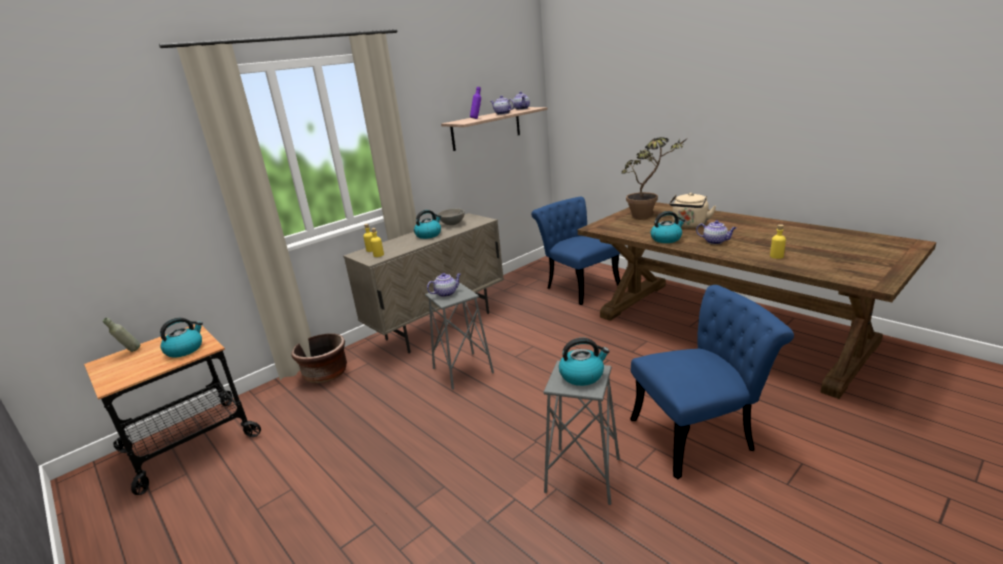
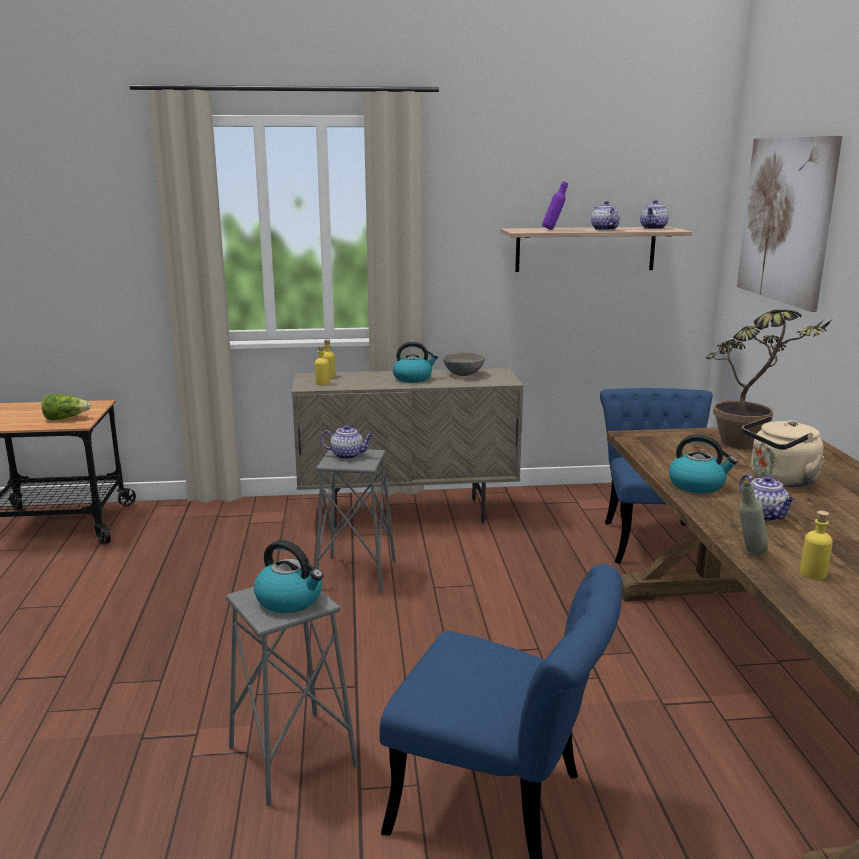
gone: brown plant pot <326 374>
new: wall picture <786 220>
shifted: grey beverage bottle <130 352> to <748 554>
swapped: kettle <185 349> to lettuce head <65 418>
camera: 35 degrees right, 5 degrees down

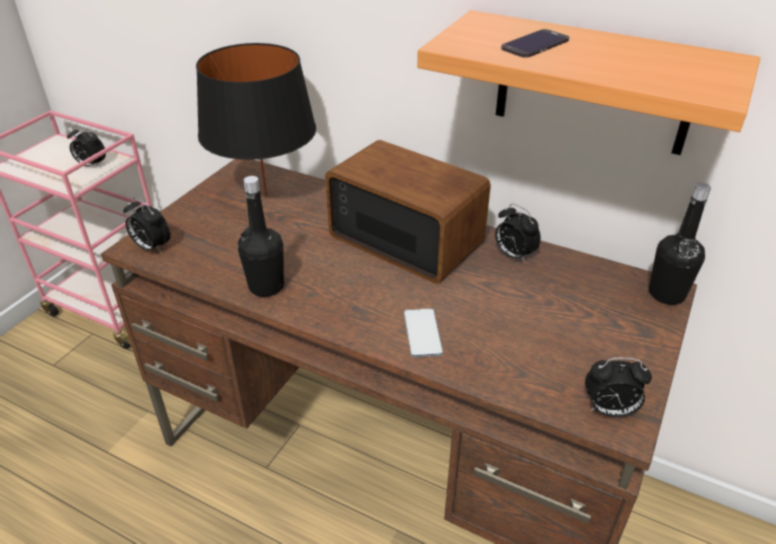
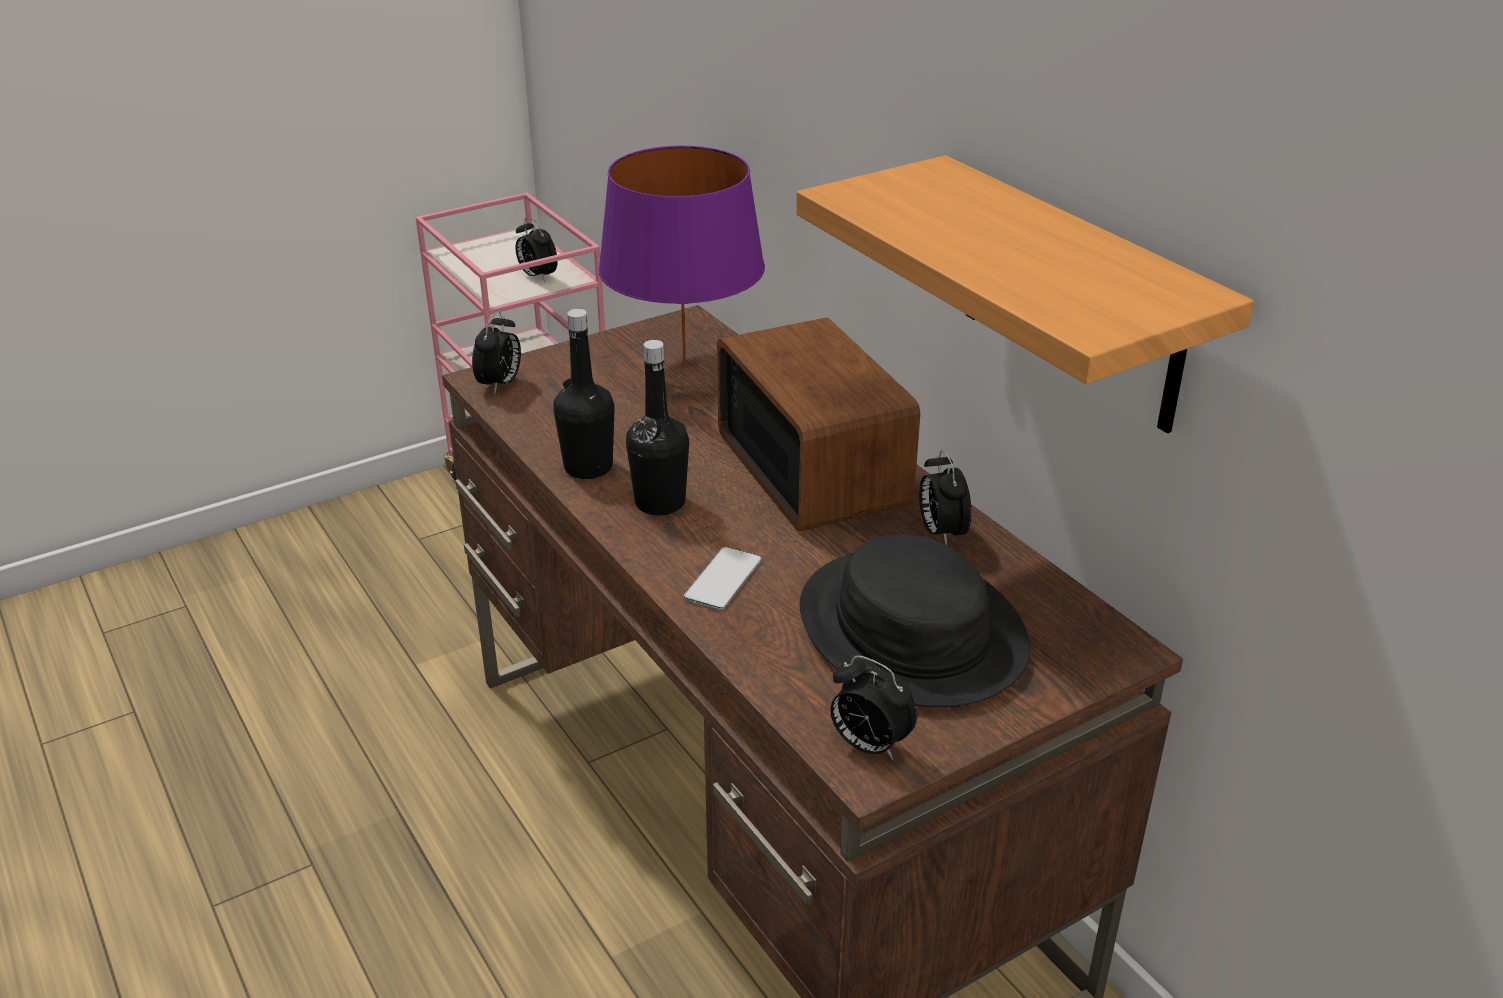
gone: handset <535 44>
new: blackish hat <911 630>
shifted: blackish beverage bottle <666 294> to <660 503>
repainted: blackish tabletop lamp <266 196> to purple-coloured tabletop lamp <684 364>
rotated: bedside clock <151 247> = <500 384> 135 degrees counterclockwise
camera: 30 degrees right, 5 degrees down

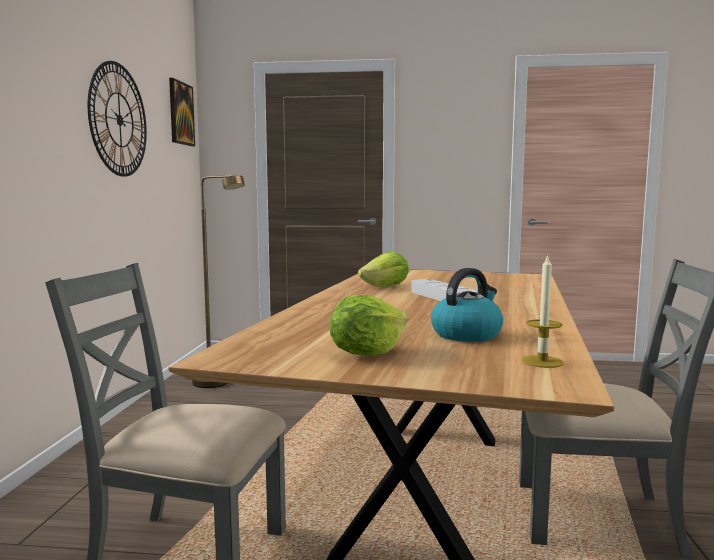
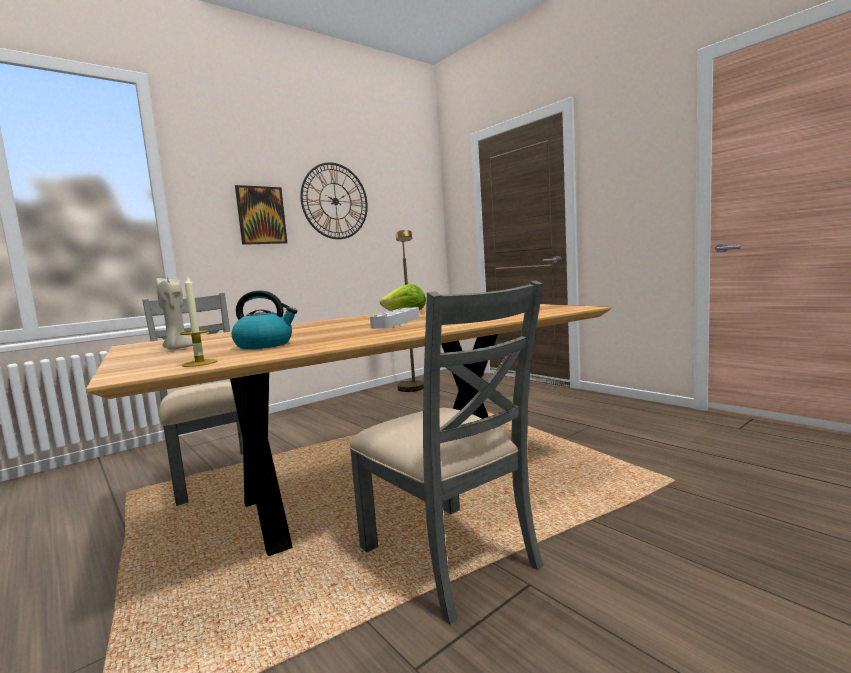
shifted: wall picture <181 113> to <261 215>
swapped: lettuce head <367 353> to beige-coloured candle <177 349>
camera: 45 degrees right, 0 degrees up

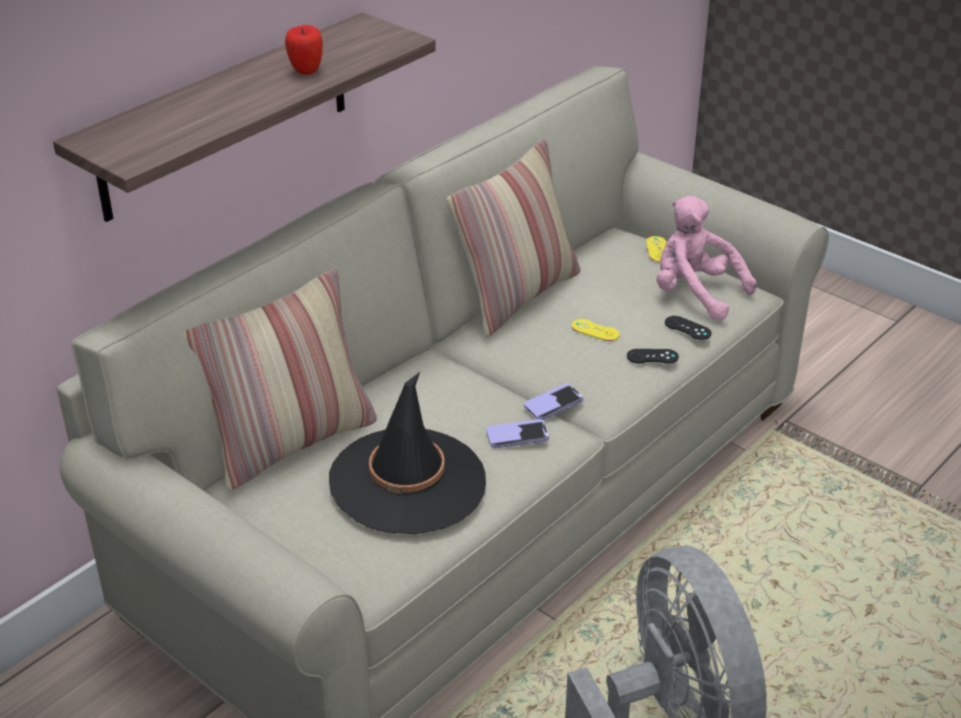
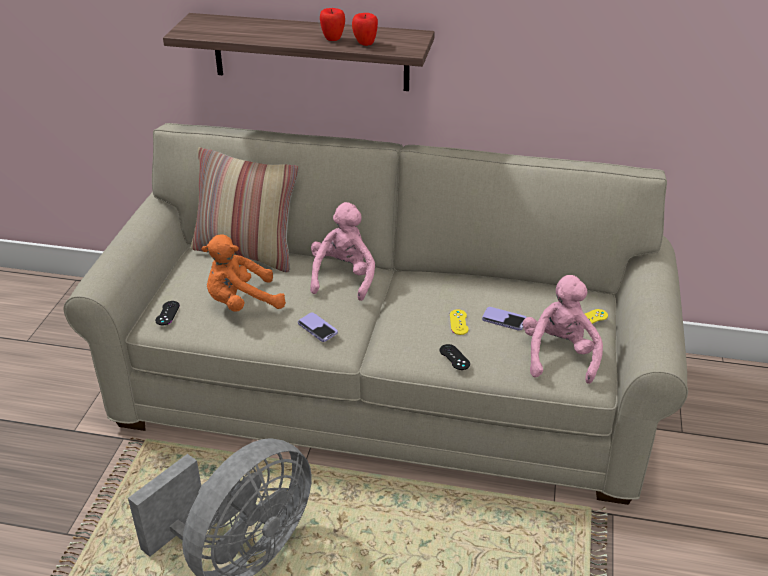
gone: throw pillow <516 296>
new: pinkish cuddly toy <343 277>; apple fruit <365 44>
shifted: blackish joypad <687 328> to <167 313>; handset <553 403> to <504 320>
swapped: blackish hat <408 481> to orange-coloured cuddly toy <242 303>
camera: 60 degrees right, 0 degrees up

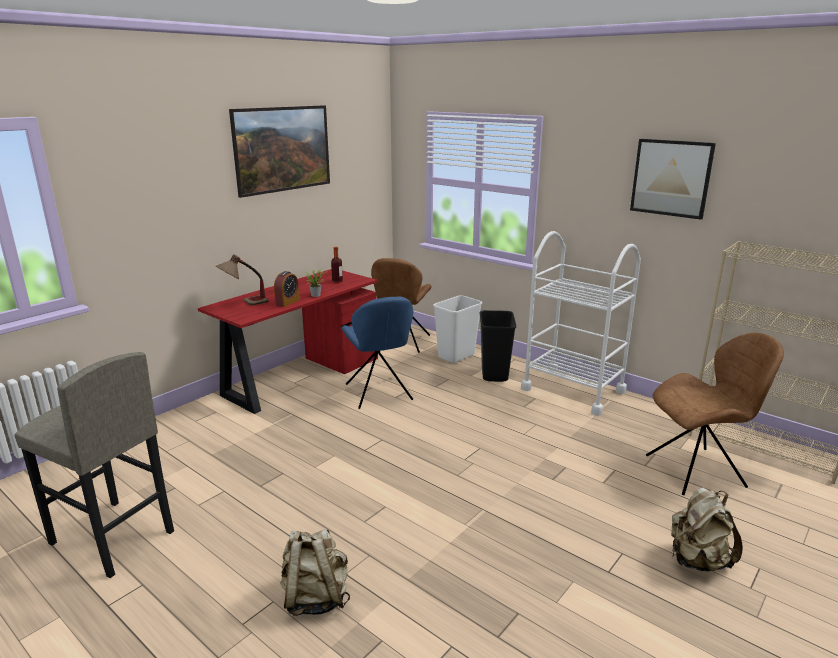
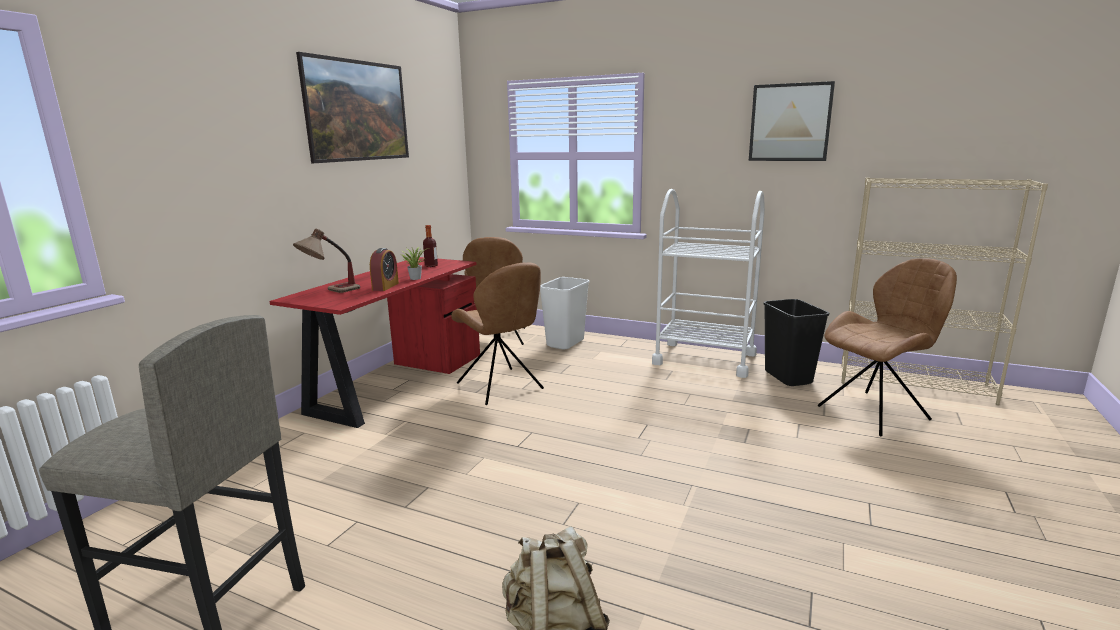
gone: beige-coloured knapsack <697 560>
shifted: blackish rubbish bin <495 374> to <789 378>
repainted: bluish plain chair <379 393> to brown plain chair <501 387>
camera: 15 degrees left, 5 degrees down

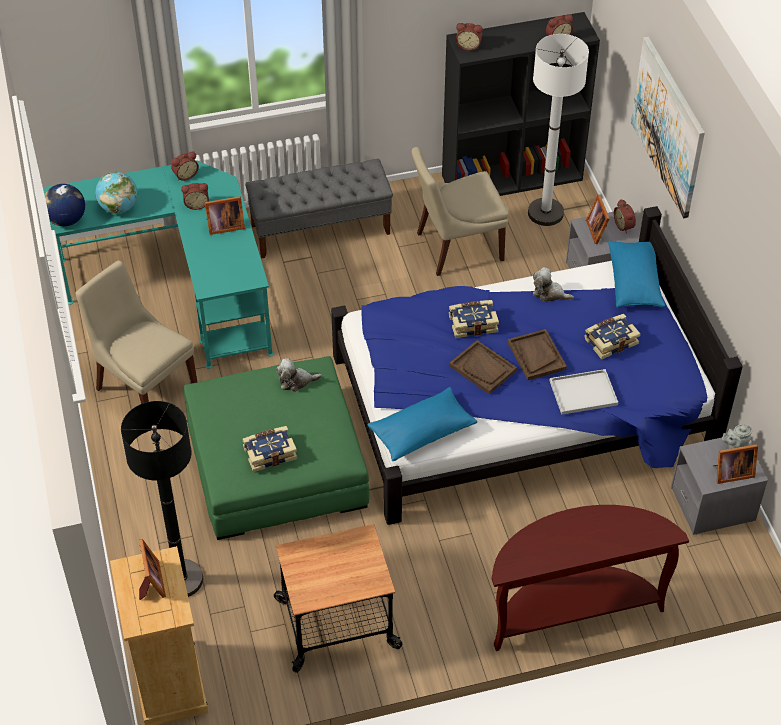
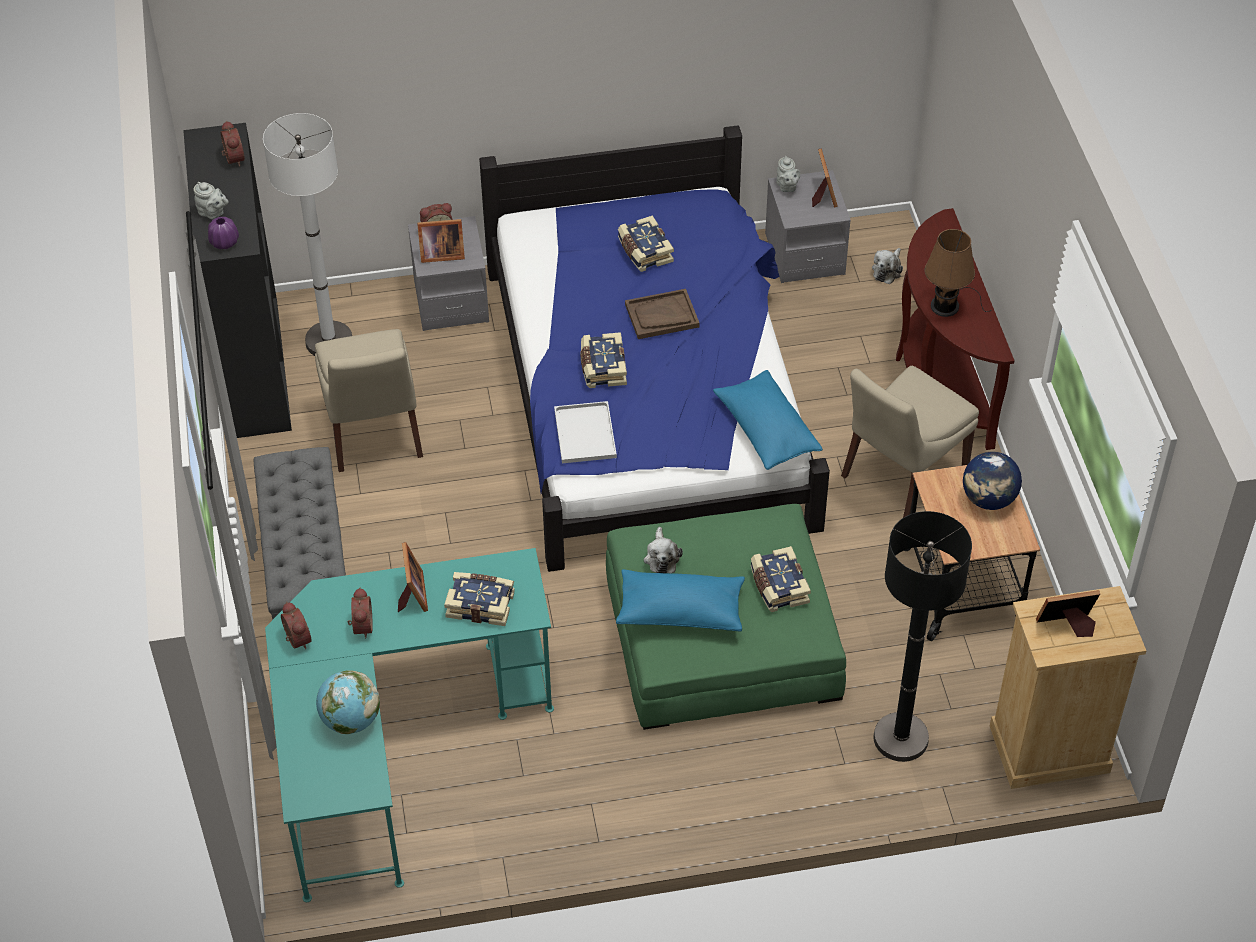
gone: brown carrying tray <483 368>; wall picture <668 126>
new: grey tea pot <213 213>; book <480 604>; brown tabletop lamp <948 305>
shifted: whitish carrying tray <582 393> to <586 434>; bluish throw pillow <634 283> to <680 611>; beige-coloured plain chair <144 386> to <901 475>; cuddly toy <549 293> to <887 270>; globe <66 220> to <988 499>
swapped: bedside clock <468 45> to purple-coloured vase <224 242>
camera: 85 degrees left, 0 degrees up

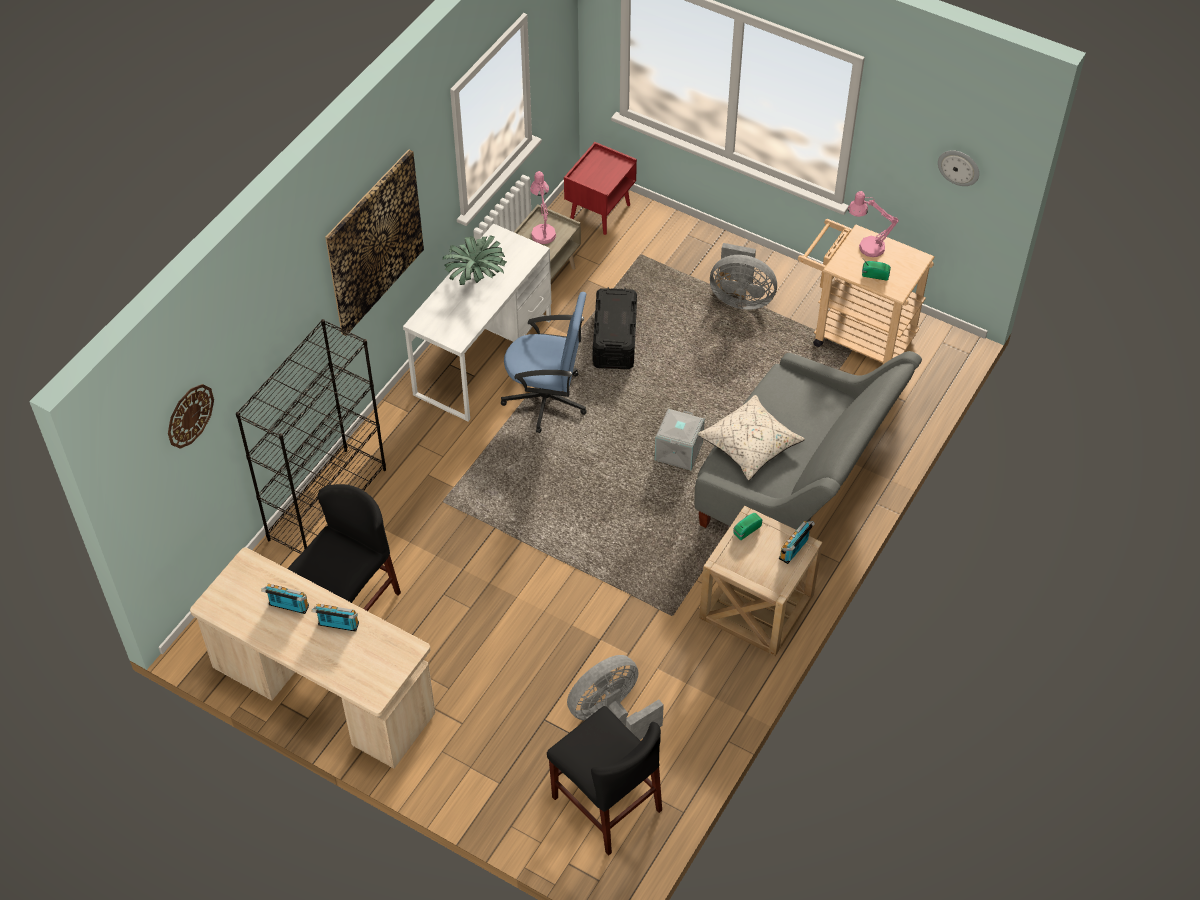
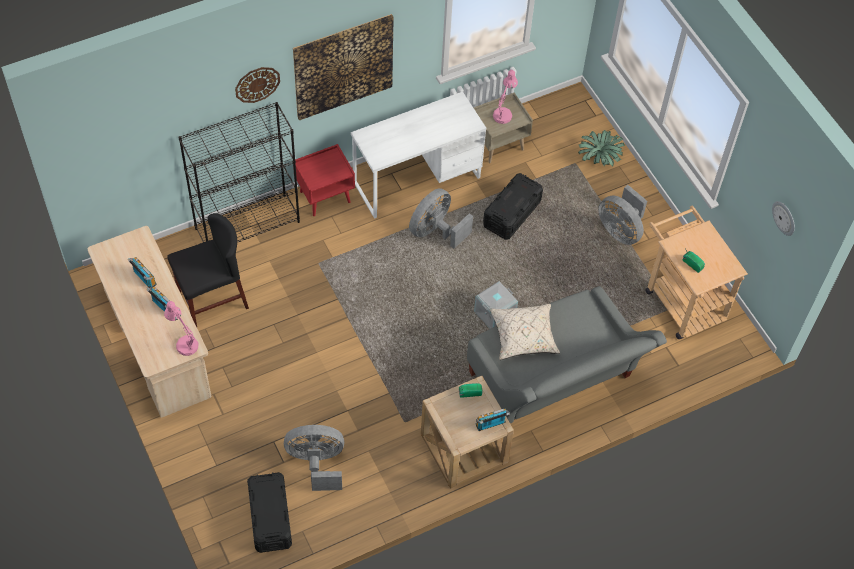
shifted: pinkish tabletop lamp <866 246> to <184 342>; wall clock <189 415> to <257 84>; red nightstand <600 211> to <325 196>; potted plant <476 276> to <599 159>
swapped: blackish plain chair <606 803> to blackish storage bin <270 518>; bluish desk chair <547 399> to grey fan <436 231>
camera: 30 degrees right, 5 degrees up

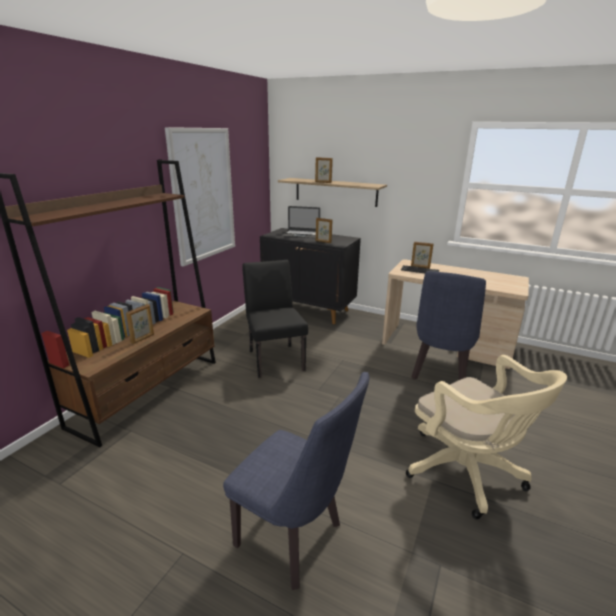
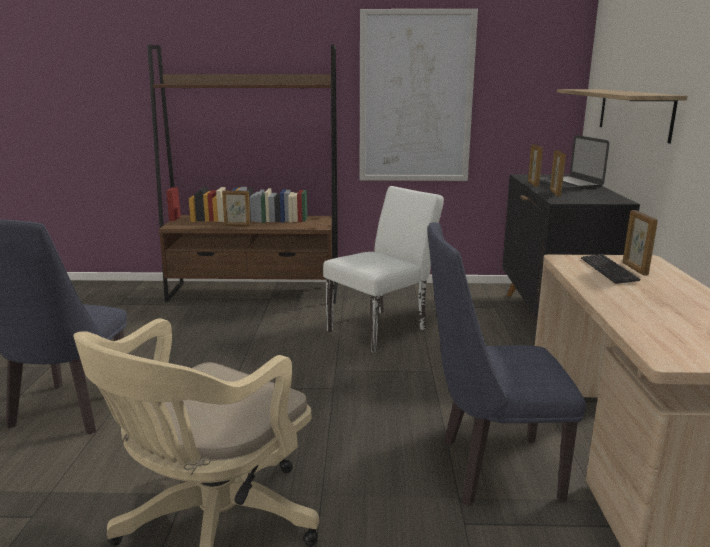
shifted: photo frame <323 182> to <533 184>
repainted: blackish plain chair <275 357> to whitish plain chair <383 328>
camera: 65 degrees right, 5 degrees down

